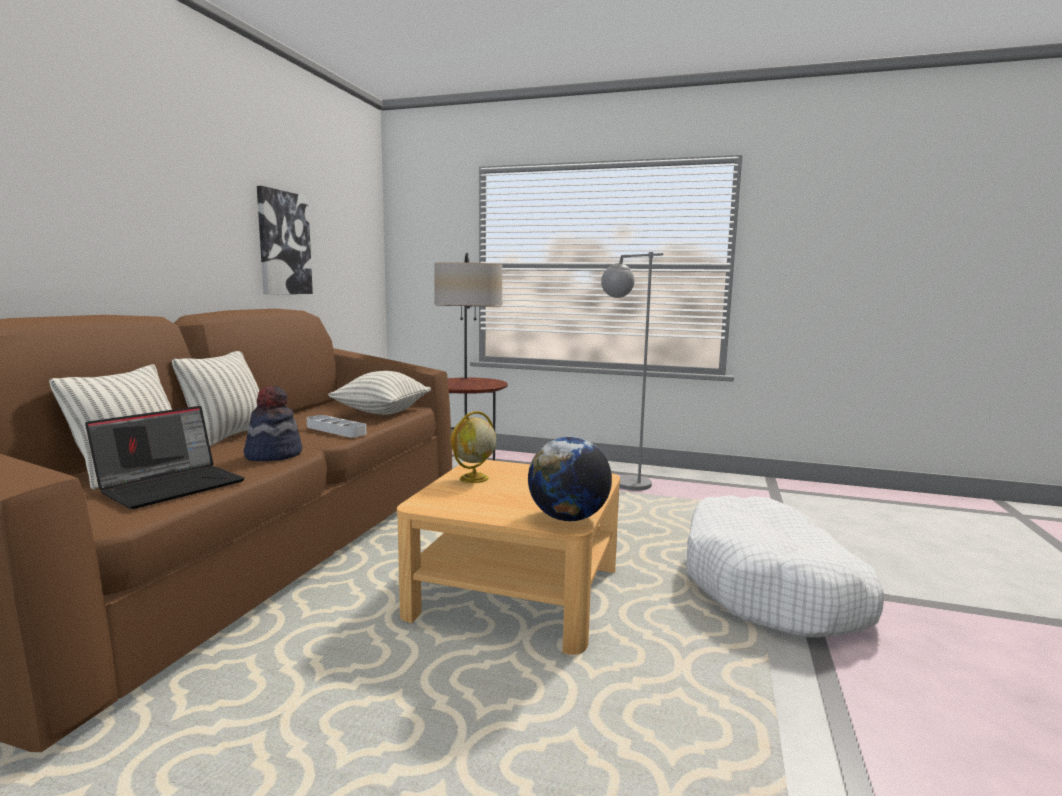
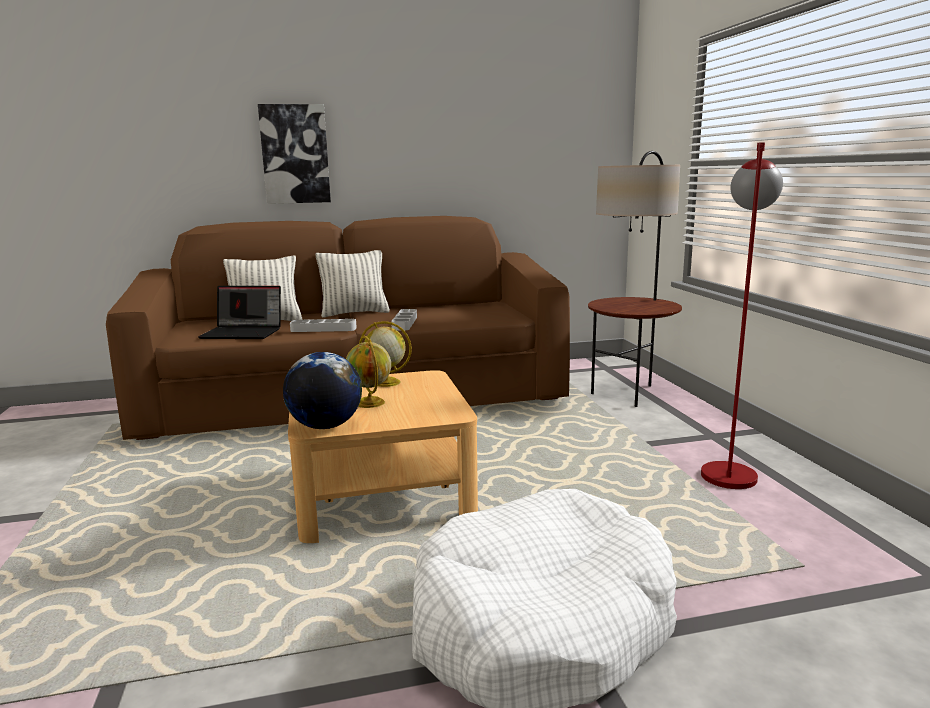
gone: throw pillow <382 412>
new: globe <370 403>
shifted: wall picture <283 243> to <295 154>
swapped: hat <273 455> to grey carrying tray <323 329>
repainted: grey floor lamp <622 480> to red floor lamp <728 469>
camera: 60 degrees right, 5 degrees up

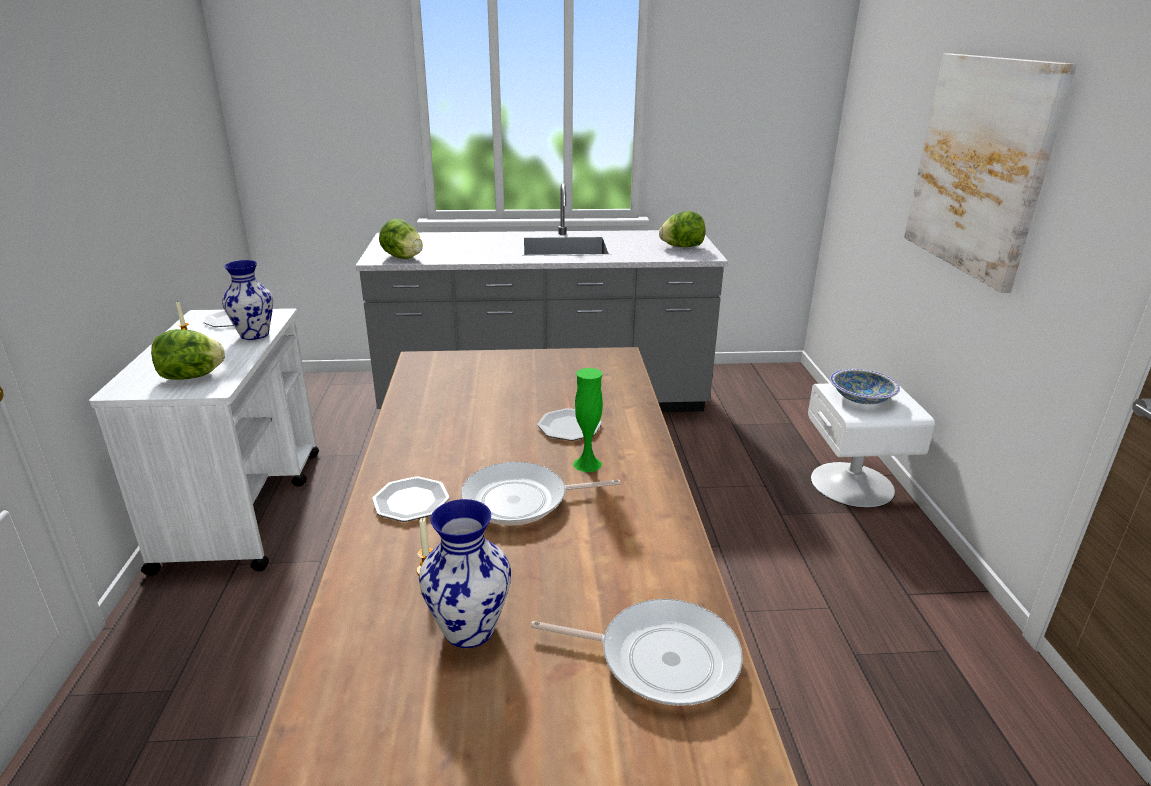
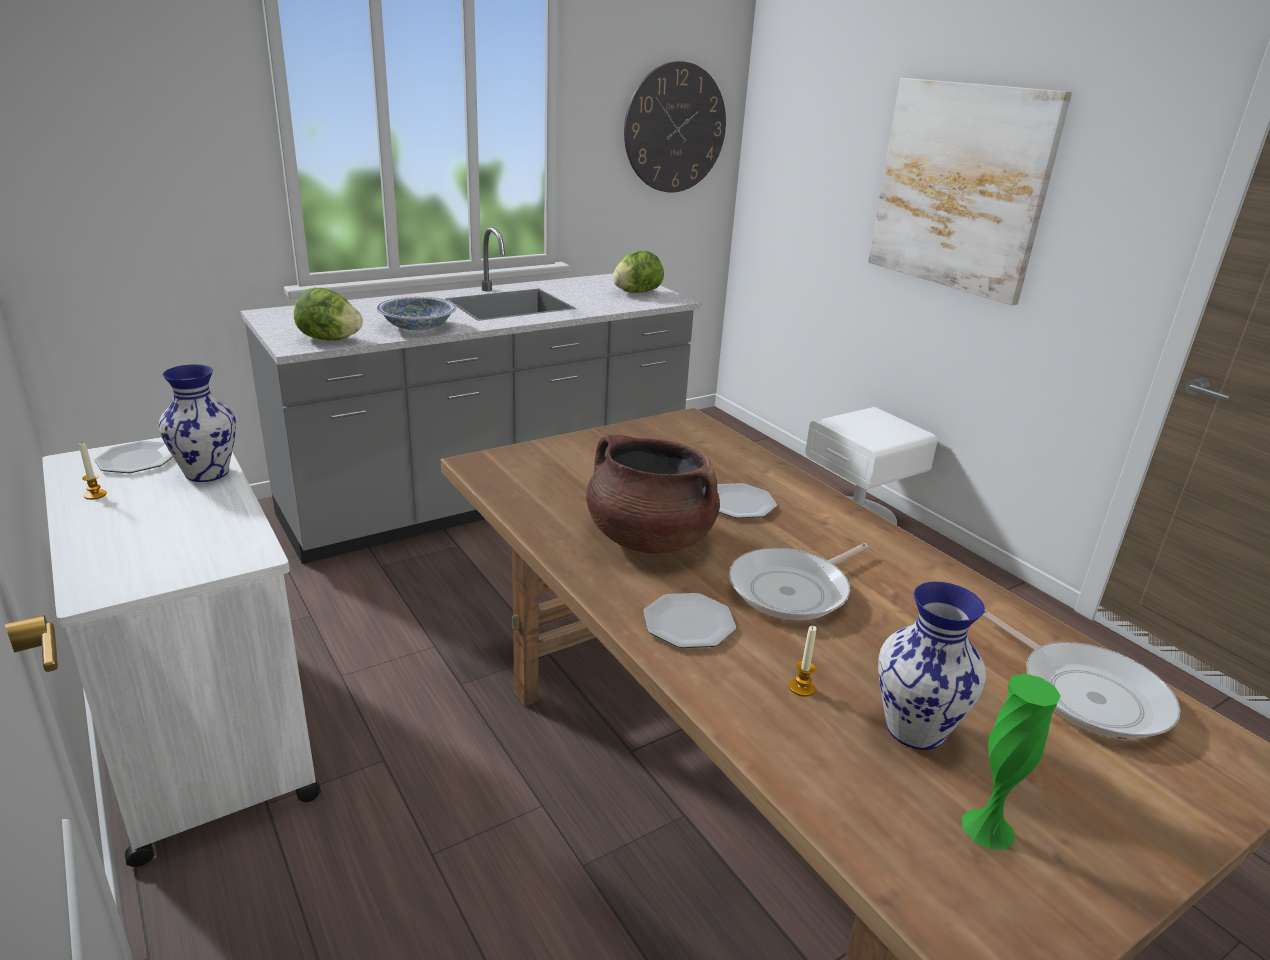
gone: lettuce head <192 376>
new: brown cooking pot <648 538>; wall clock <675 128>
shifted: bowl <861 398> to <418 327>; green vase <587 464> to <987 828>
rotated: skillet <660 658> = <1086 693> 75 degrees clockwise
camera: 30 degrees left, 0 degrees up

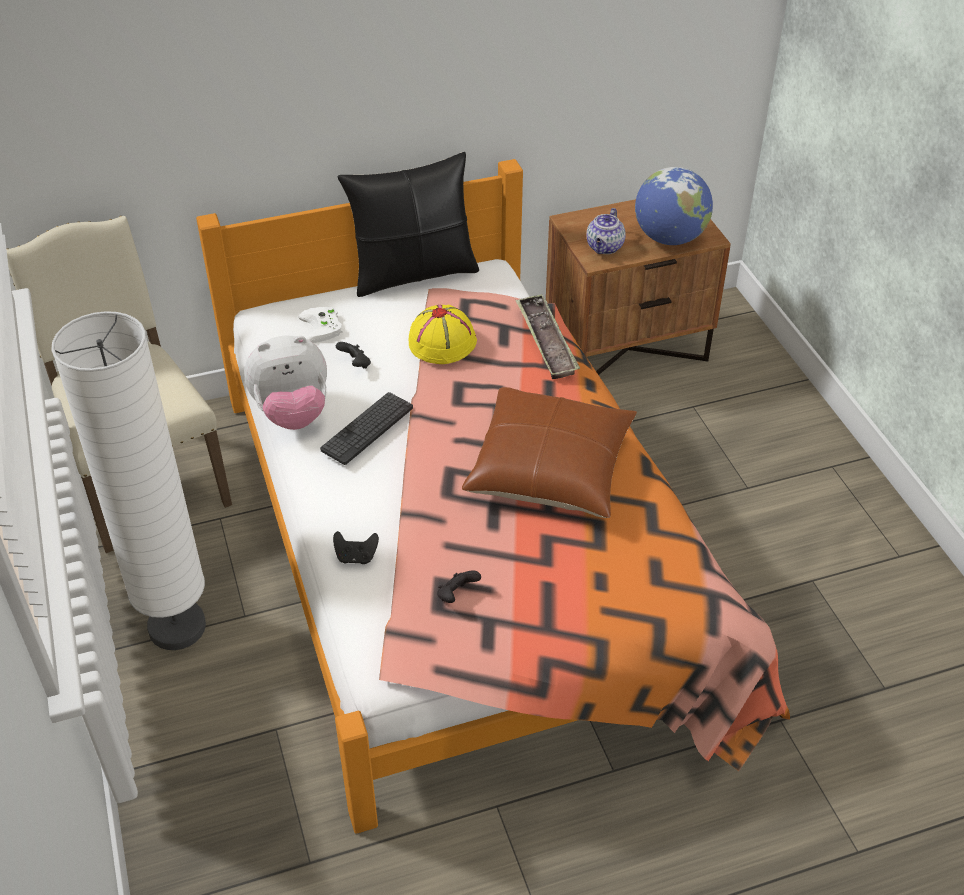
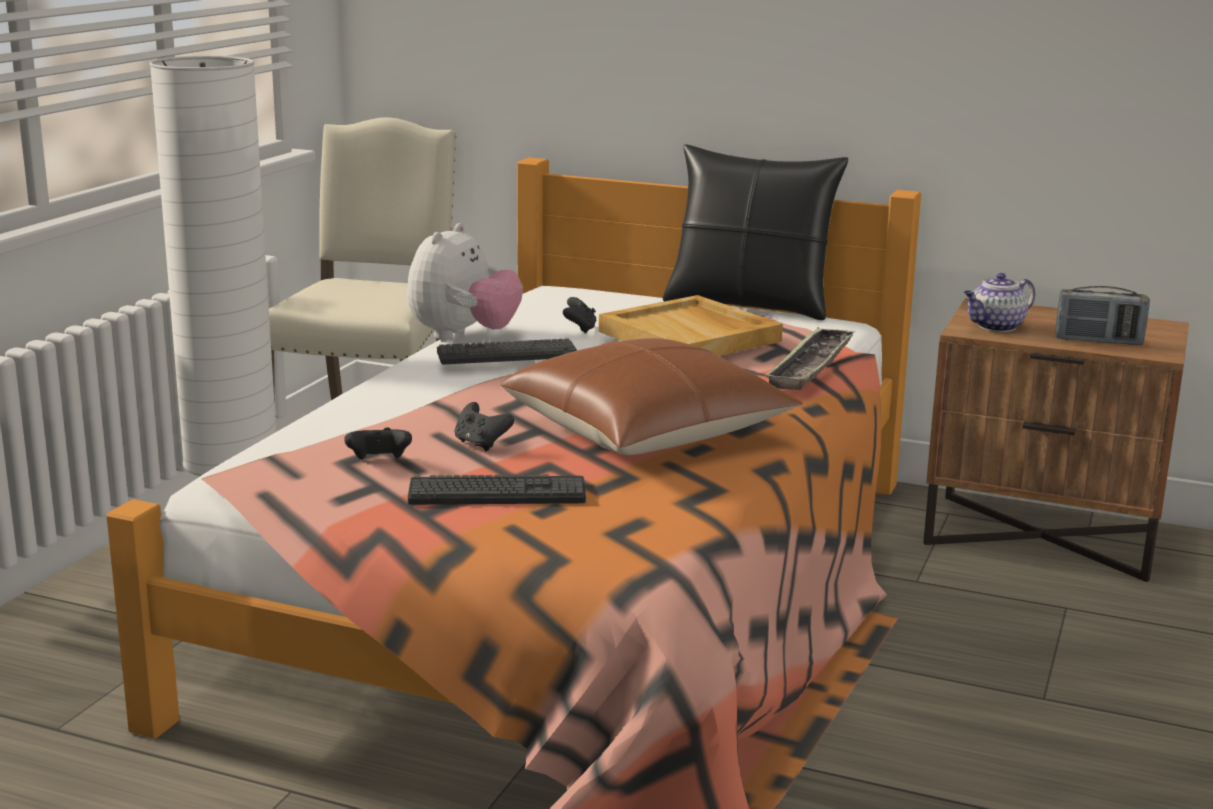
gone: whitish joypad <323 328>
new: PC keyboard <497 493>
shifted: blackish joypad <356 557> to <481 444>
swapped: yellow hat <442 342> to beige-coloured carrying tray <691 336>; globe <669 238> to radio <1098 341>
rotated: cuddly toy <292 414> = <463 336> 90 degrees counterclockwise
camera: 40 degrees right, 25 degrees down

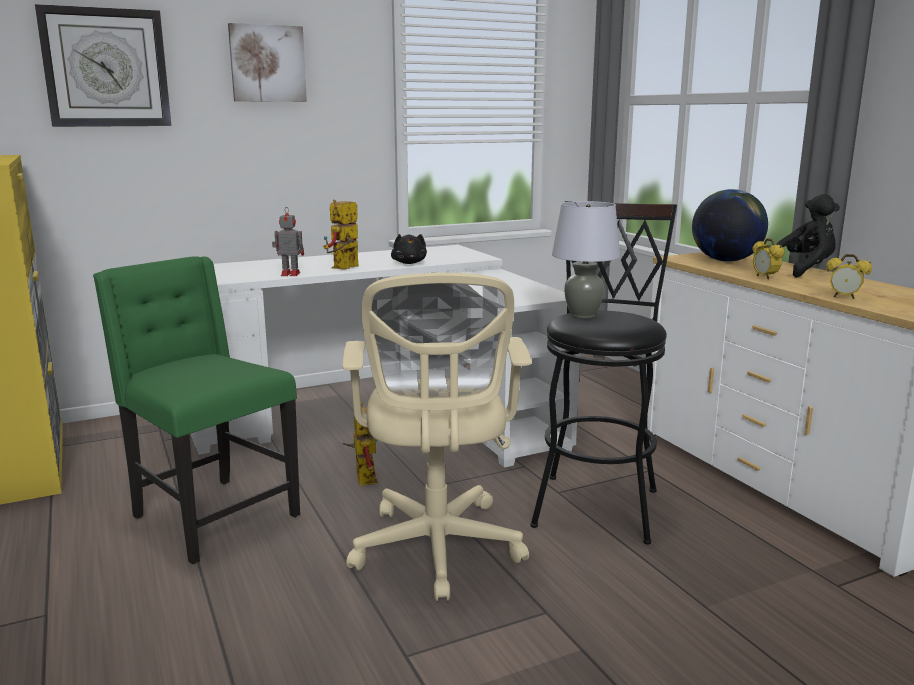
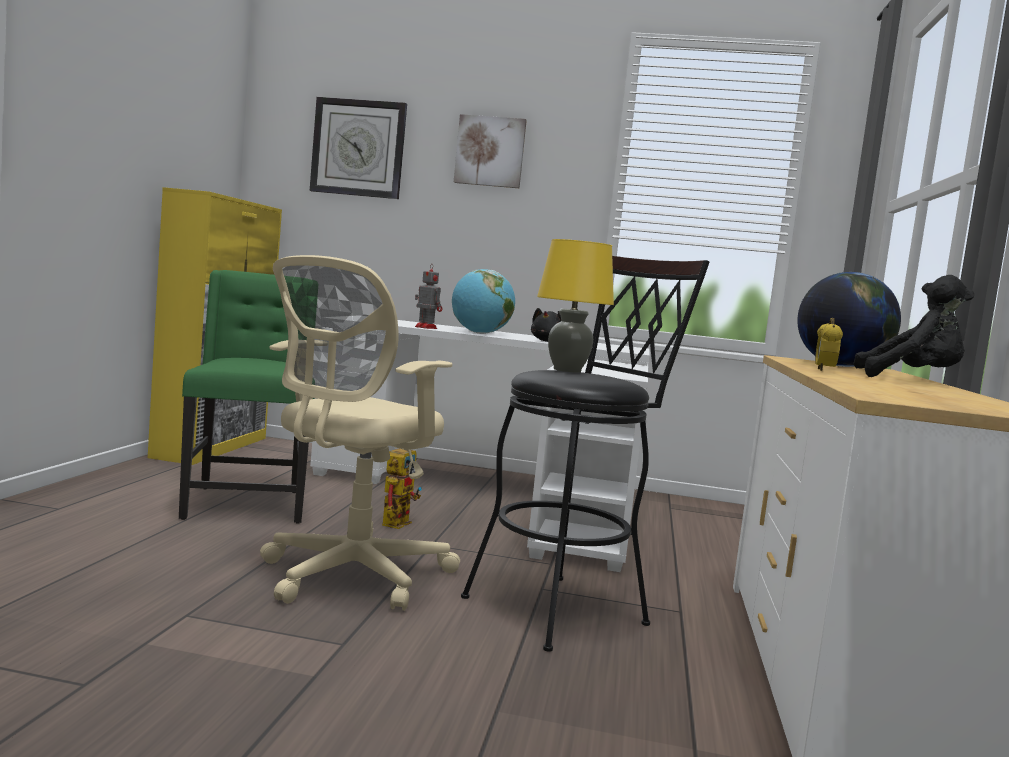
gone: bedside clock <844 297>
swapped: robot figure <343 268> to globe <480 333>
repainted: grey tabletop lamp <582 315> to yellow tabletop lamp <567 370>
camera: 35 degrees right, 10 degrees down

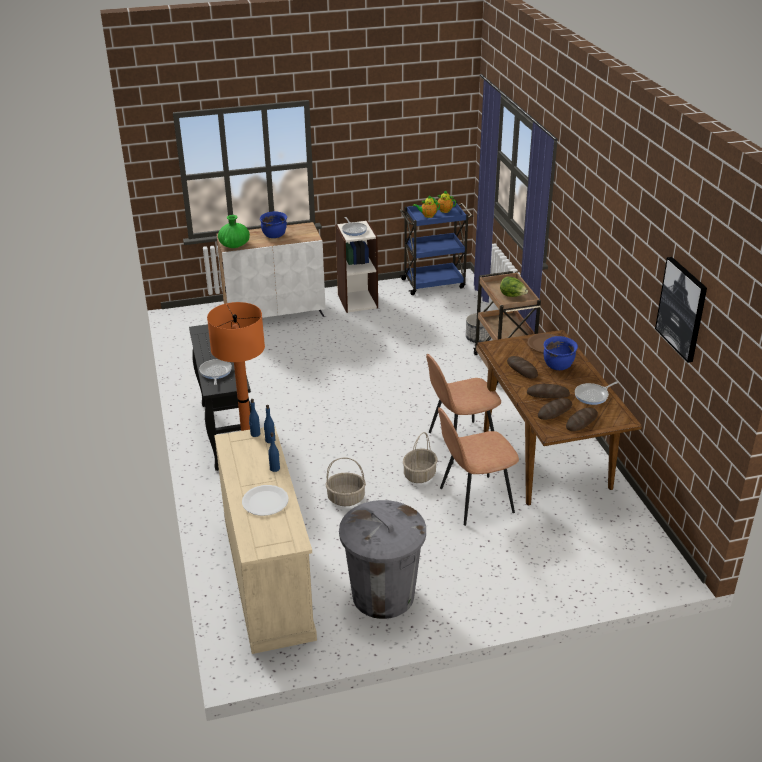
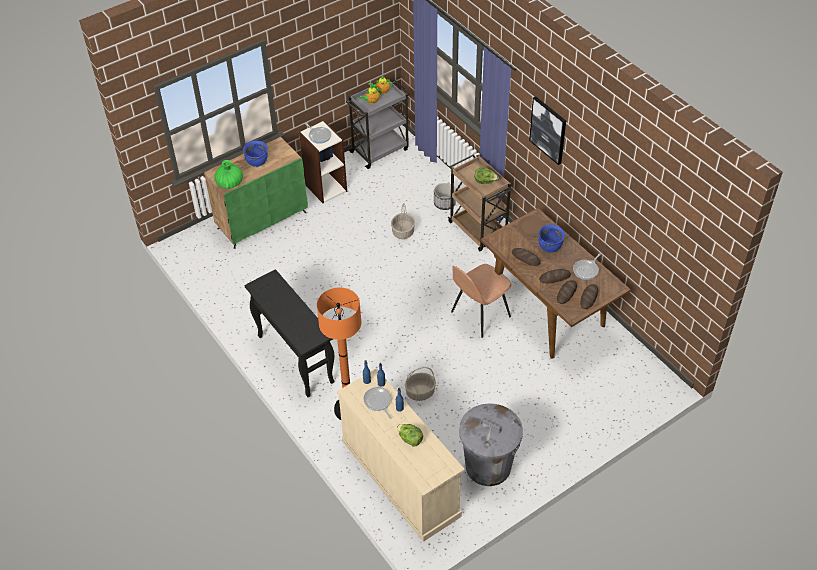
gone: brown plain chair <474 500>
shifted: skillet <215 372> to <378 402>; storage basket <419 475> to <403 232>; wall picture <682 309> to <548 130>
swapped: whitish plate <265 502> to lettuce head <410 439>
repainted: whitish storage cabinet <275 313> to green storage cabinet <262 220>; bluish trolley <434 283> to grey trolley <380 150>
camera: 20 degrees left, 15 degrees up

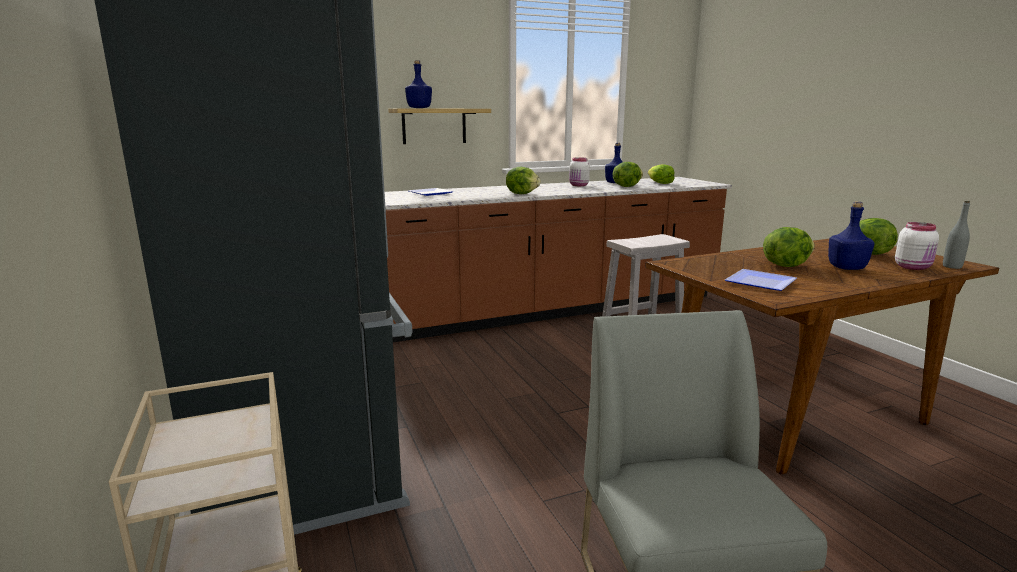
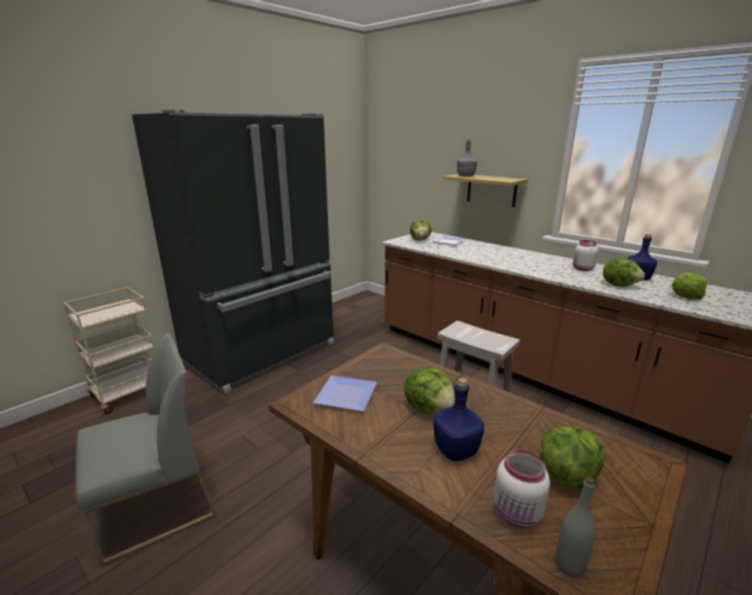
shifted: lettuce head <522 194> to <420 240>
repainted: bluish beverage bottle <418 108> to grey beverage bottle <465 176>
camera: 65 degrees right, 5 degrees up

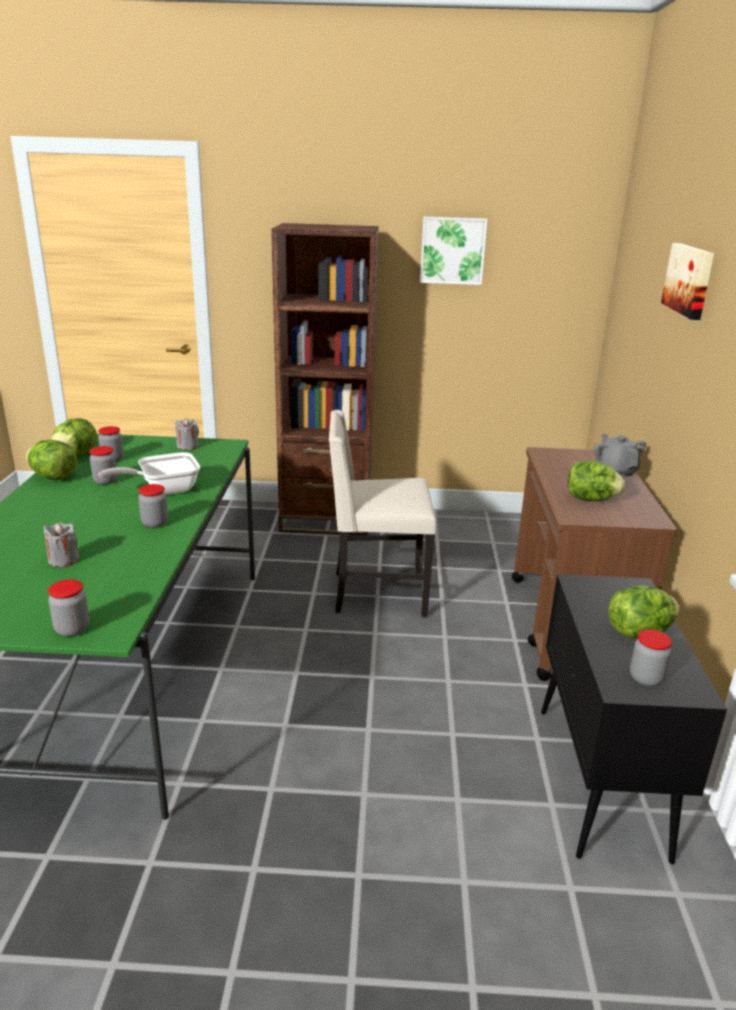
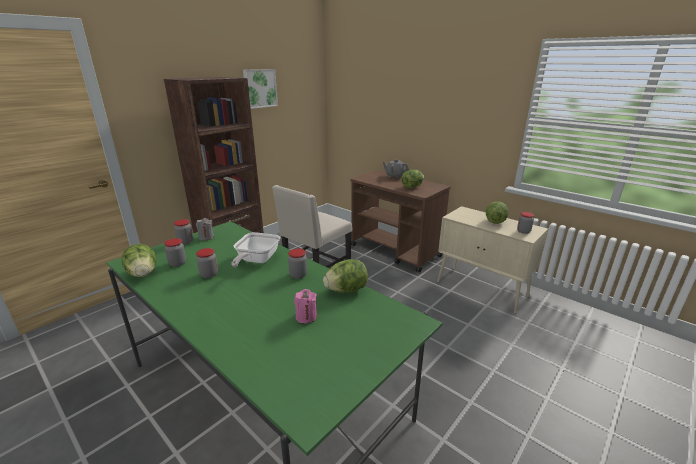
gone: wall picture <690 280>
shifted: preserve jar <72 629> to <185 242>; lettuce head <53 477> to <346 290>
repainted: grey candle <63 560> to pinkish candle <306 317>; blackish storage cabinet <600 781> to beige-coloured storage cabinet <482 289>
camera: 50 degrees left, 0 degrees up

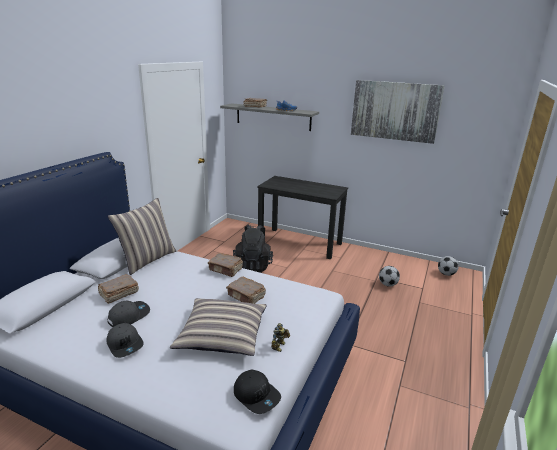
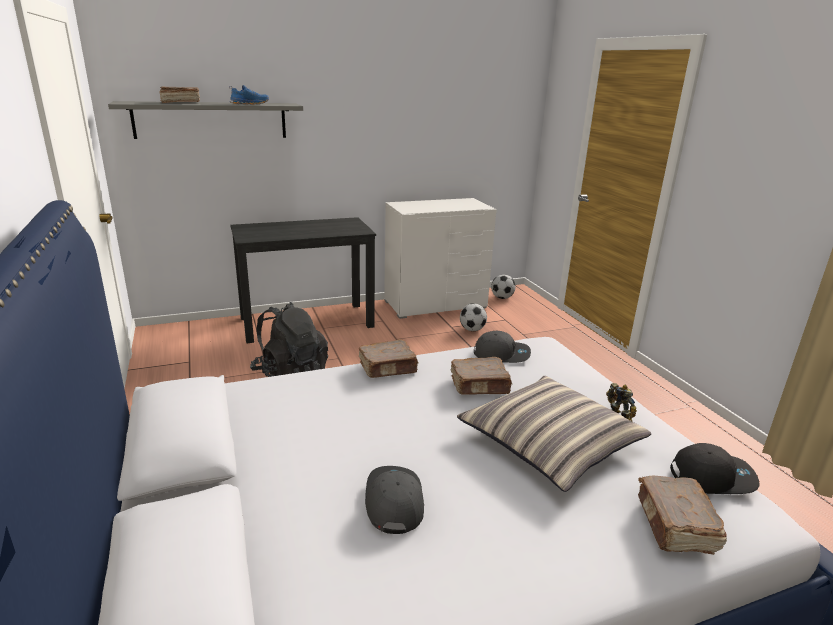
gone: throw pillow <147 259>; wall picture <395 111>
new: whitish dresser <435 304>
shifted: grey peaked cap <125 344> to <501 354>; brown book <118 294> to <675 526>
camera: 45 degrees left, 0 degrees up

